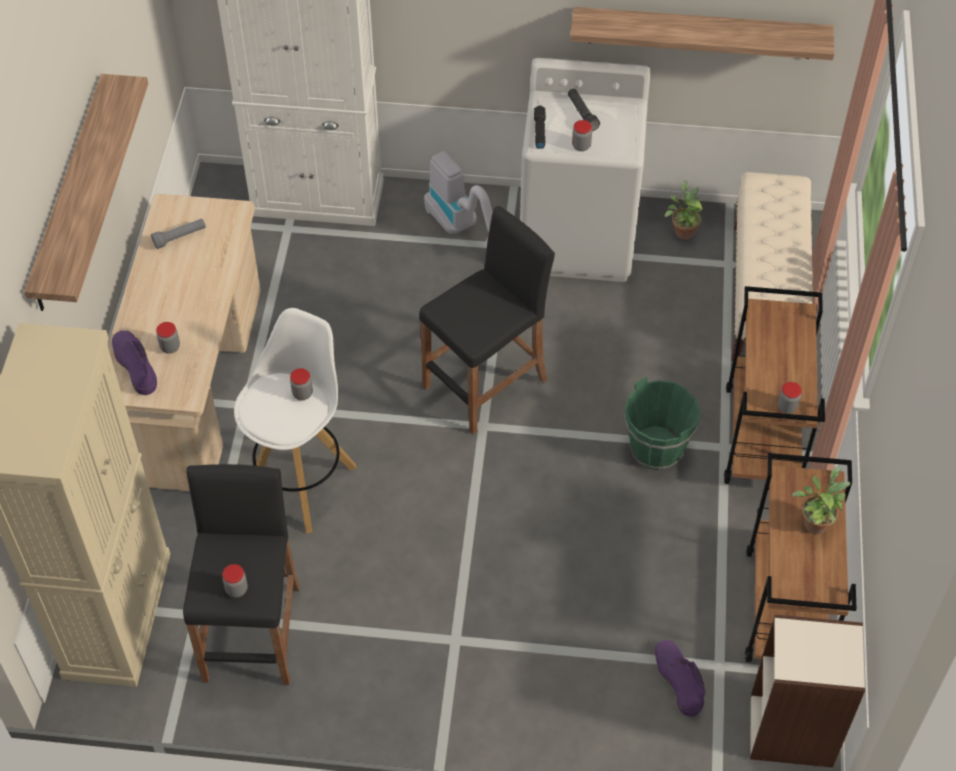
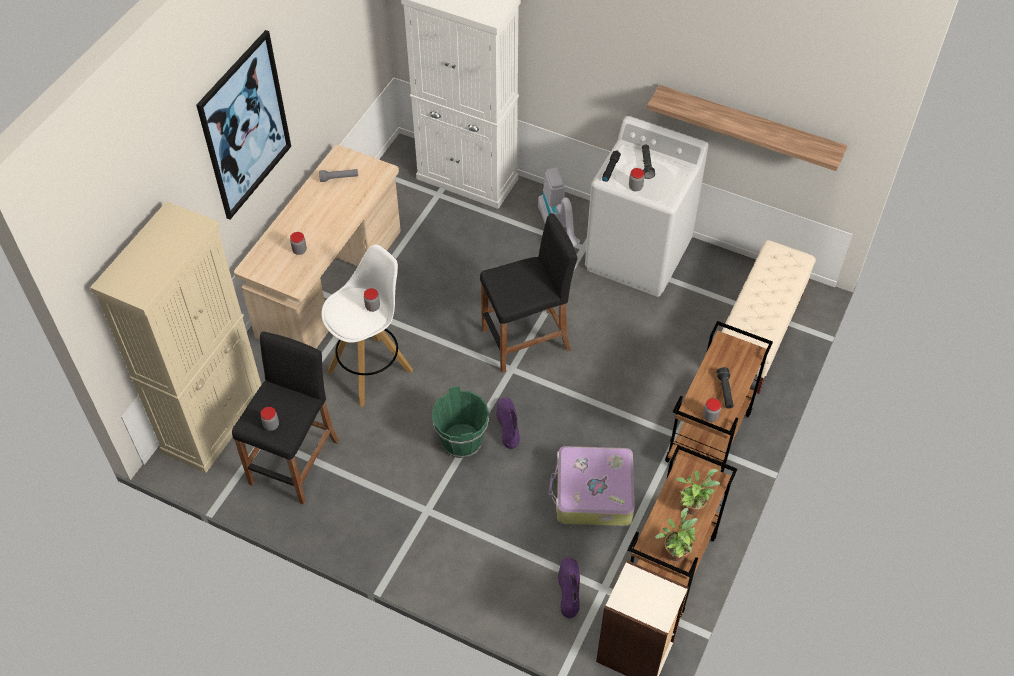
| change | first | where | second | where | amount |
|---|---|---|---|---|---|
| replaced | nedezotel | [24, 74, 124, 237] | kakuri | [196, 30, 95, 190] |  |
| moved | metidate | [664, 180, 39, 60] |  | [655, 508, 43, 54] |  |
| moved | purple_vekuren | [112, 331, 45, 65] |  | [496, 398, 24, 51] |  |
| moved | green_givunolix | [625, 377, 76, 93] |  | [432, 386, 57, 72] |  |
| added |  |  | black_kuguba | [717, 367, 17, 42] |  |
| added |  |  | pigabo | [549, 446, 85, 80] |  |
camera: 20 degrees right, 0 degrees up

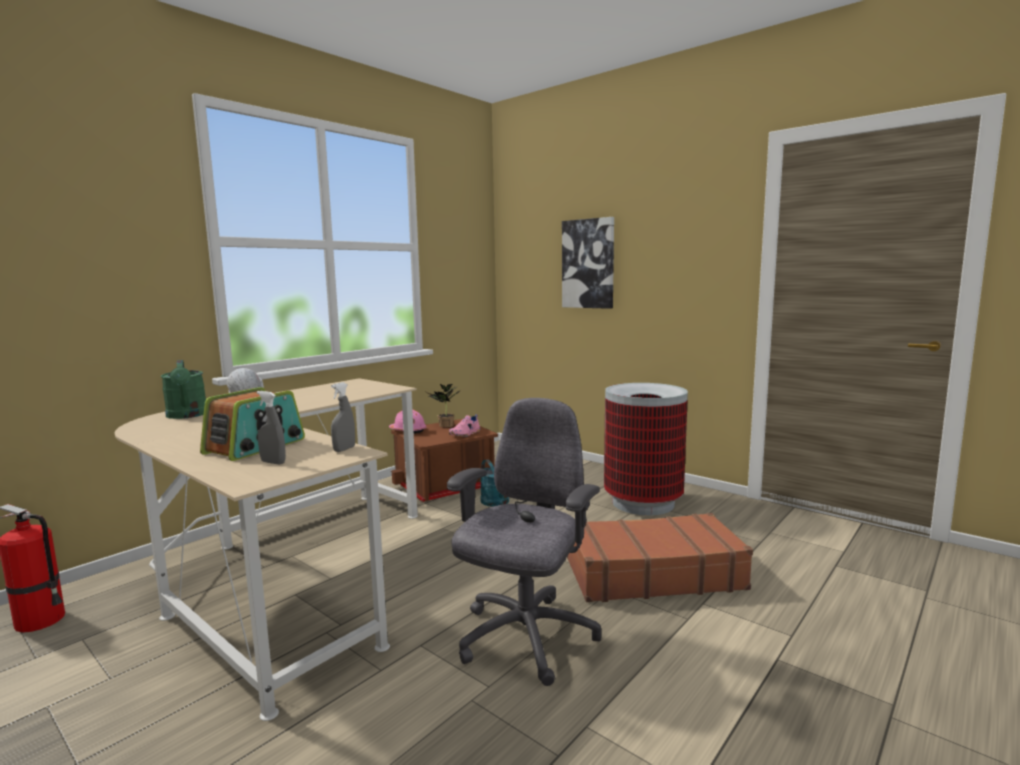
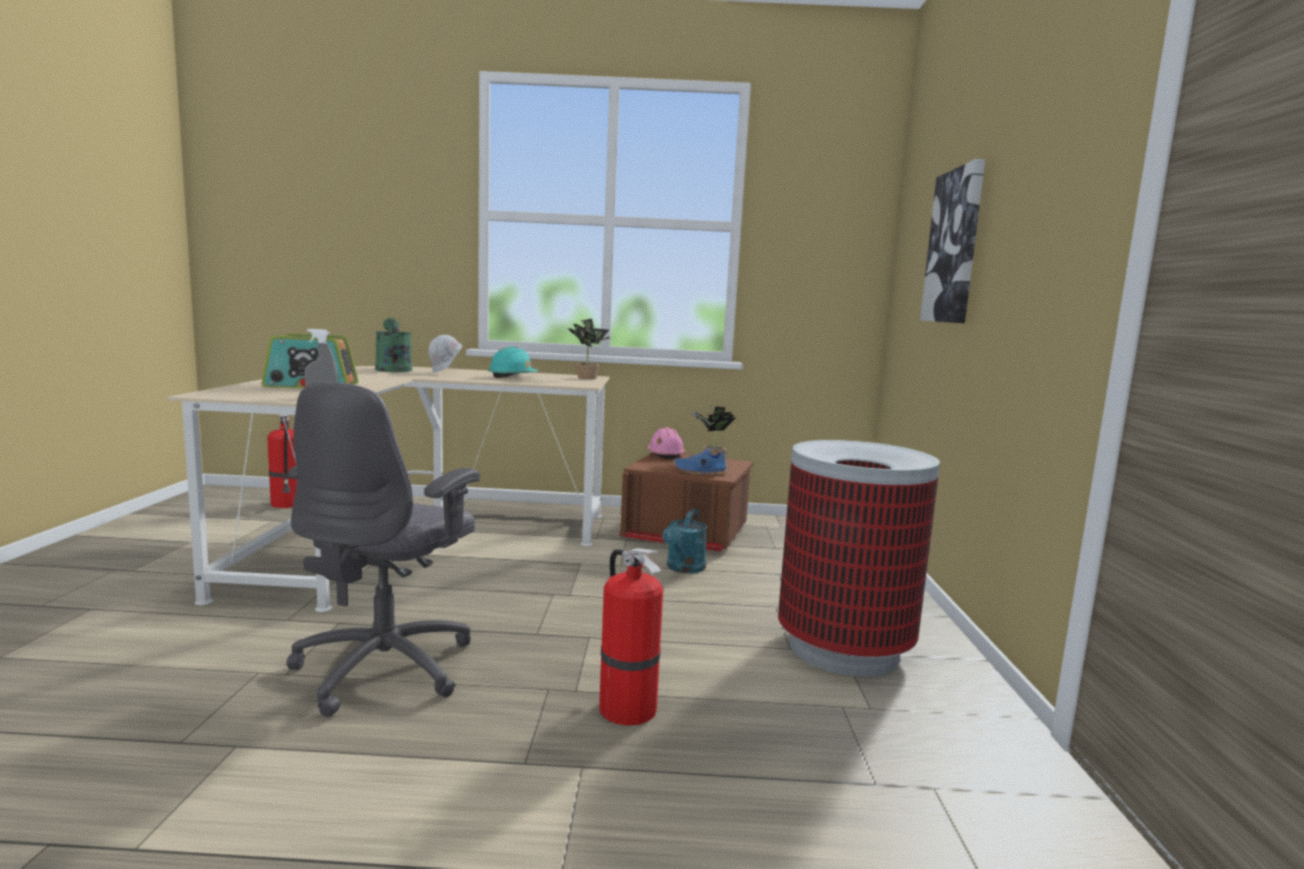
| change | first | where | second | where | amount |
|---|---|---|---|---|---|
| turned | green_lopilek | [161, 360, 45, 59] |  | [375, 318, 37, 54] | 135 degrees clockwise |
| removed | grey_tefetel | [257, 391, 29, 74] |  |  |  |
| turned | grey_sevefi | [447, 398, 154, 288] |  | [286, 382, 194, 335] | 120 degrees clockwise |
| recoloured | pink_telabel | [449, 414, 31, 23] | blue_telabel | [674, 448, 54, 27] |  |
| replaced | brown_pigabo | [567, 513, 186, 89] | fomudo | [599, 548, 64, 178] |  |
| added |  |  | metidate | [567, 319, 43, 60] |  |
| added |  |  | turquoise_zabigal | [488, 346, 50, 32] |  |
camera: 50 degrees right, 0 degrees up

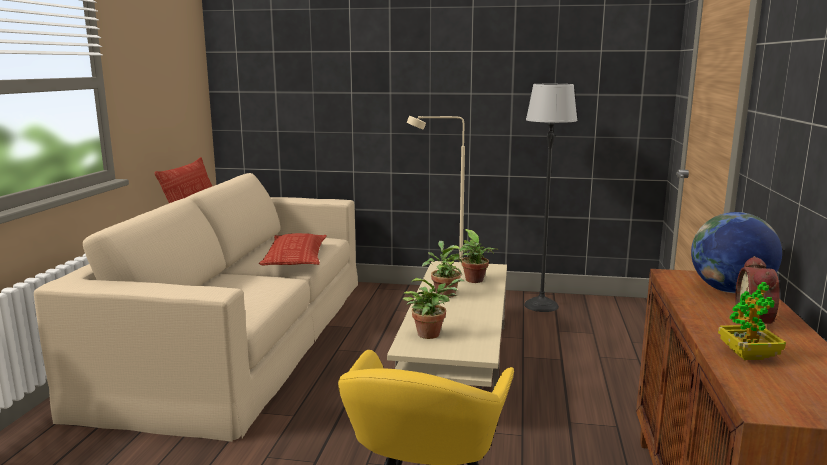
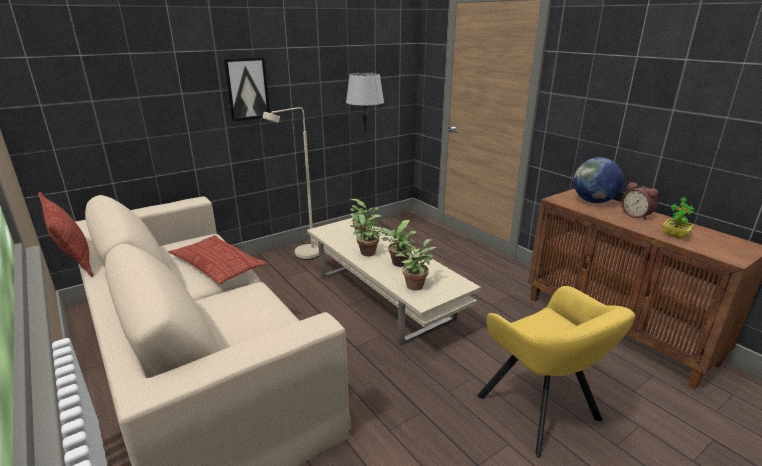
| change | first | where | second | where | amount |
|---|---|---|---|---|---|
| added |  |  | kakuri | [223, 57, 47, 64] |  |
| added |  |  | metidate | [378, 220, 39, 47] |  |
camera: 45 degrees left, 10 degrees up

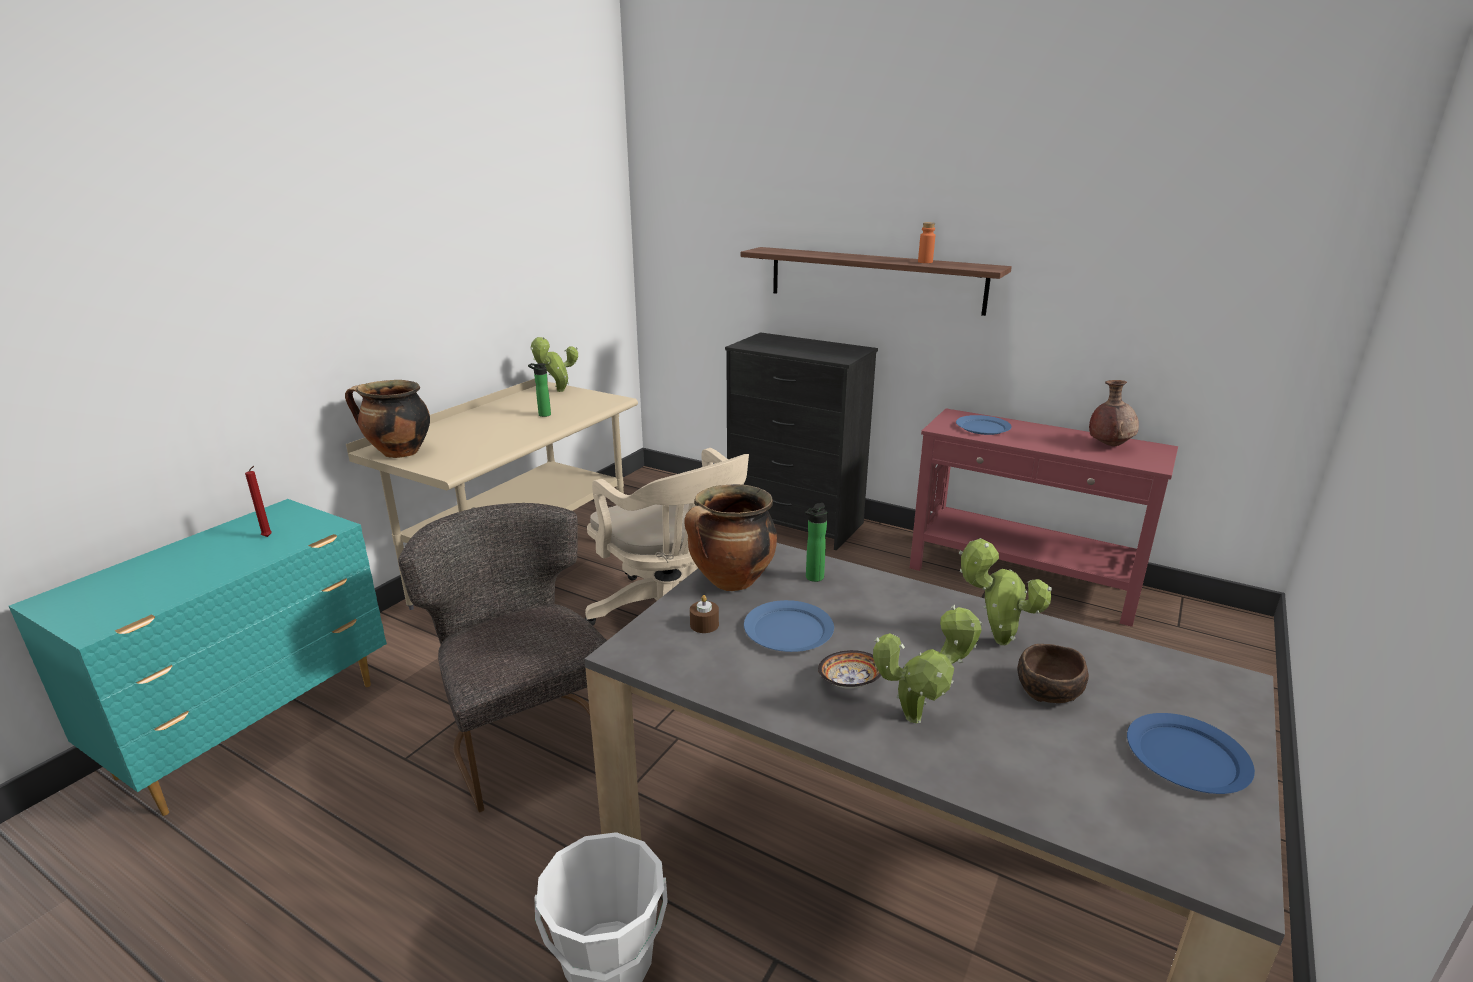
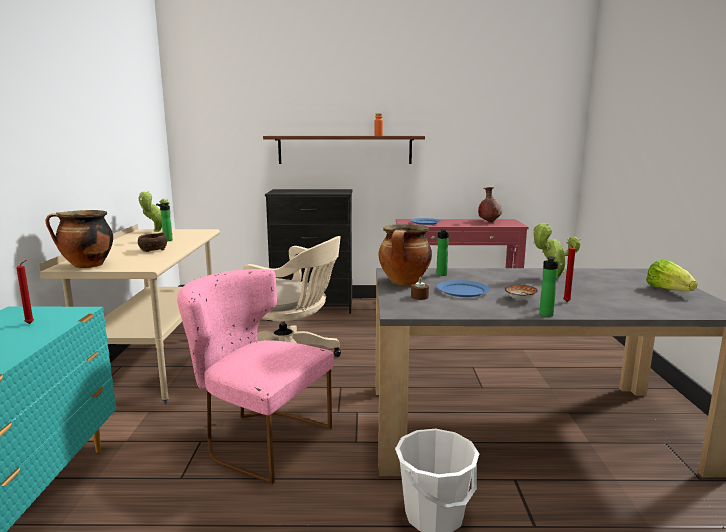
| change | first | where | second | where | amount |
|---|---|---|---|---|---|
| recoloured | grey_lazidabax | [398, 503, 209, 310] | pink_lazidabax | [177, 269, 157, 215] |  |
| replaced | metidate | [873, 605, 109, 118] | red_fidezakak | [563, 242, 12, 60] |  |
| moved | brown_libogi | [1017, 644, 72, 59] |  | [138, 232, 29, 20] |  |
| replaced | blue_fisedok | [1127, 713, 128, 81] | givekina | [646, 260, 51, 31] |  |
| added |  |  | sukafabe | [539, 256, 20, 61] |  |
camera: 30 degrees left, 10 degrees down

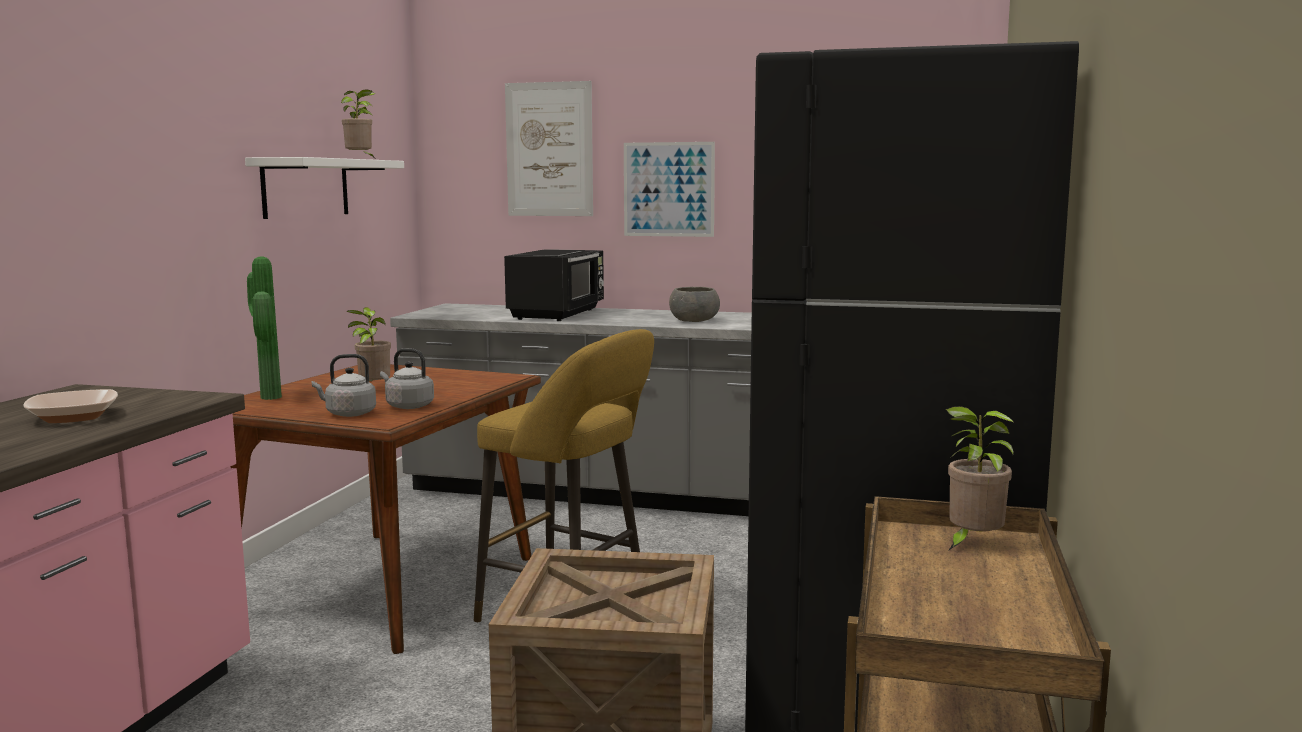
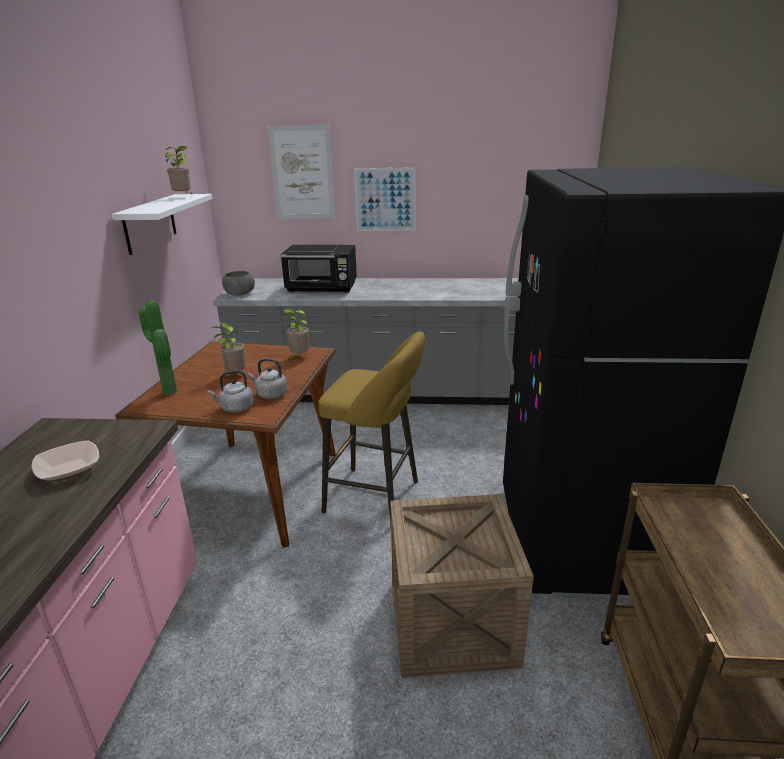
| change | first | where | second | where | amount |
|---|---|---|---|---|---|
| turned | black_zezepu | [504, 249, 100, 72] |  | [280, 245, 77, 48] | 90 degrees clockwise |
| moved | grey_libogi | [669, 287, 51, 35] |  | [222, 271, 33, 24] |  |
| moved | metidate | [946, 406, 68, 145] |  | [282, 309, 27, 52] |  |
camera: 10 degrees left, 15 degrees up

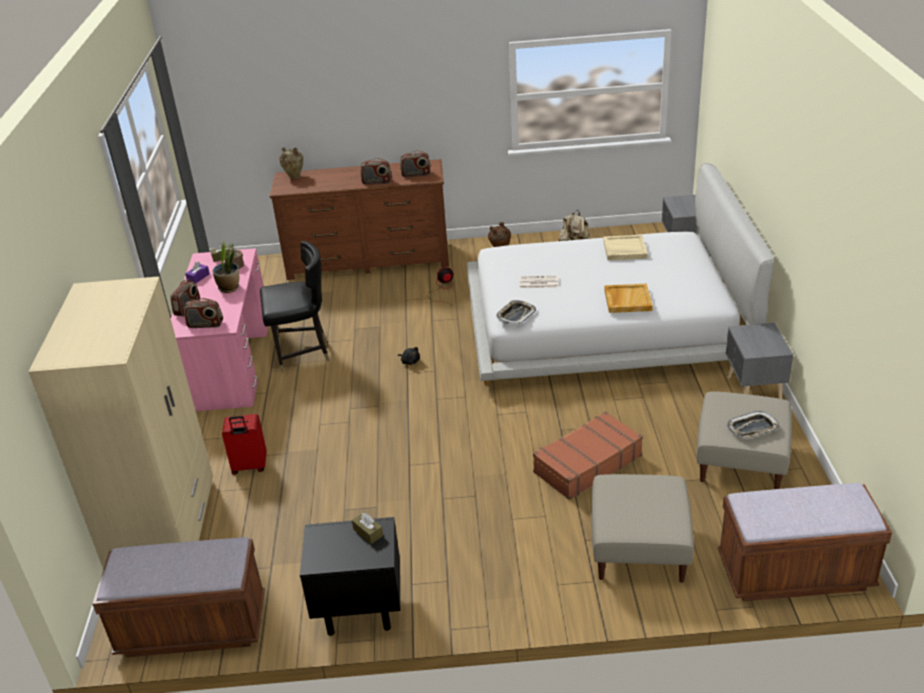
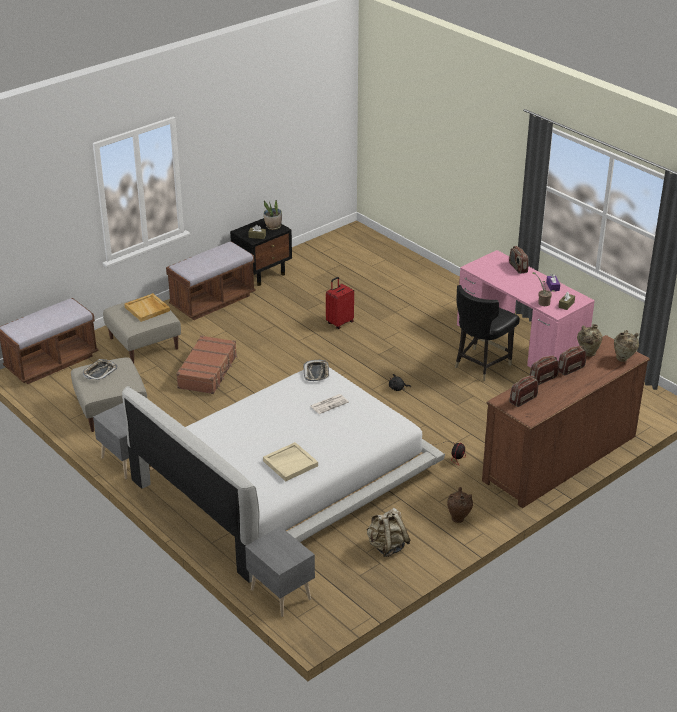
| change | first | where | second | where | amount |
|---|---|---|---|---|---|
| moved | metidate | [213, 242, 26, 51] |  | [263, 200, 19, 30] |  |
| removed | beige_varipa | [28, 277, 185, 292] |  |  |  |
| moved | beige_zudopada | [604, 284, 49, 29] |  | [124, 293, 46, 29] |  |
| moved | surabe | [184, 298, 39, 30] |  | [558, 346, 28, 29] |  |
| moved | red_pigabo | [222, 414, 45, 61] |  | [326, 277, 28, 52] |  |
| moved | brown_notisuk | [92, 537, 173, 120] |  | [166, 241, 90, 79] |  |
| added |  |  | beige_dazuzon | [577, 324, 25, 32] |  |
camera: 140 degrees right, 0 degrees up

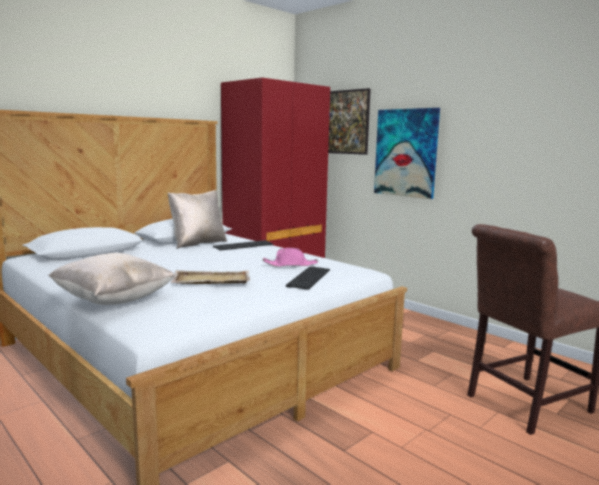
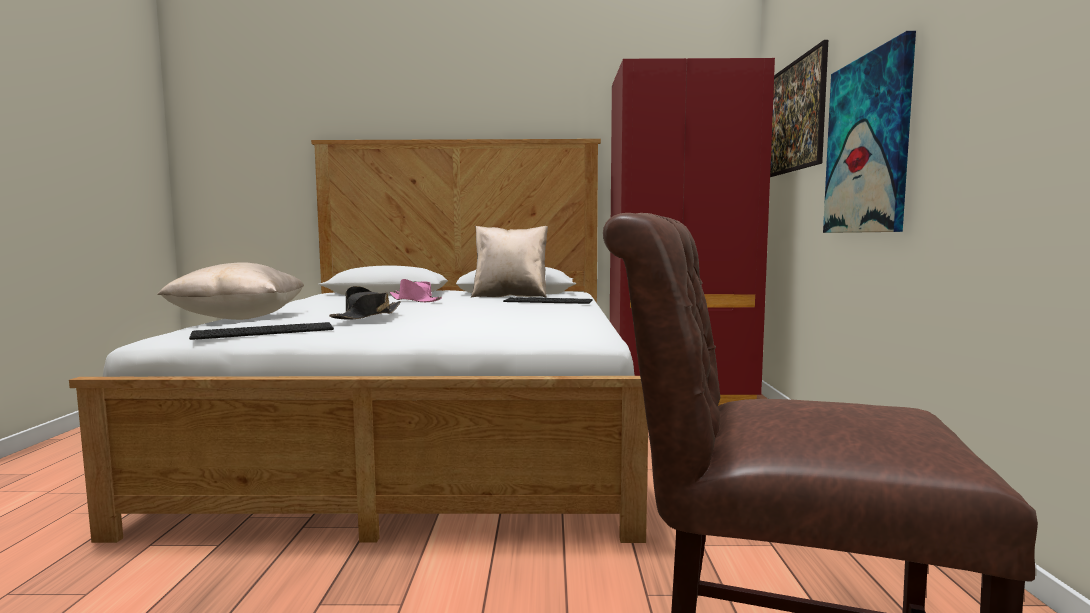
| change | first | where | second | where | amount |
|---|---|---|---|---|---|
| moved | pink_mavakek | [263, 248, 55, 19] |  | [389, 279, 53, 23] |  |
| moved | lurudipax | [286, 266, 44, 24] |  | [189, 322, 145, 18] |  |
| replaced | beige_zudopada | [171, 270, 79, 14] | black_mavakek | [329, 286, 72, 34] |  |
camera: 45 degrees right, 5 degrees down

